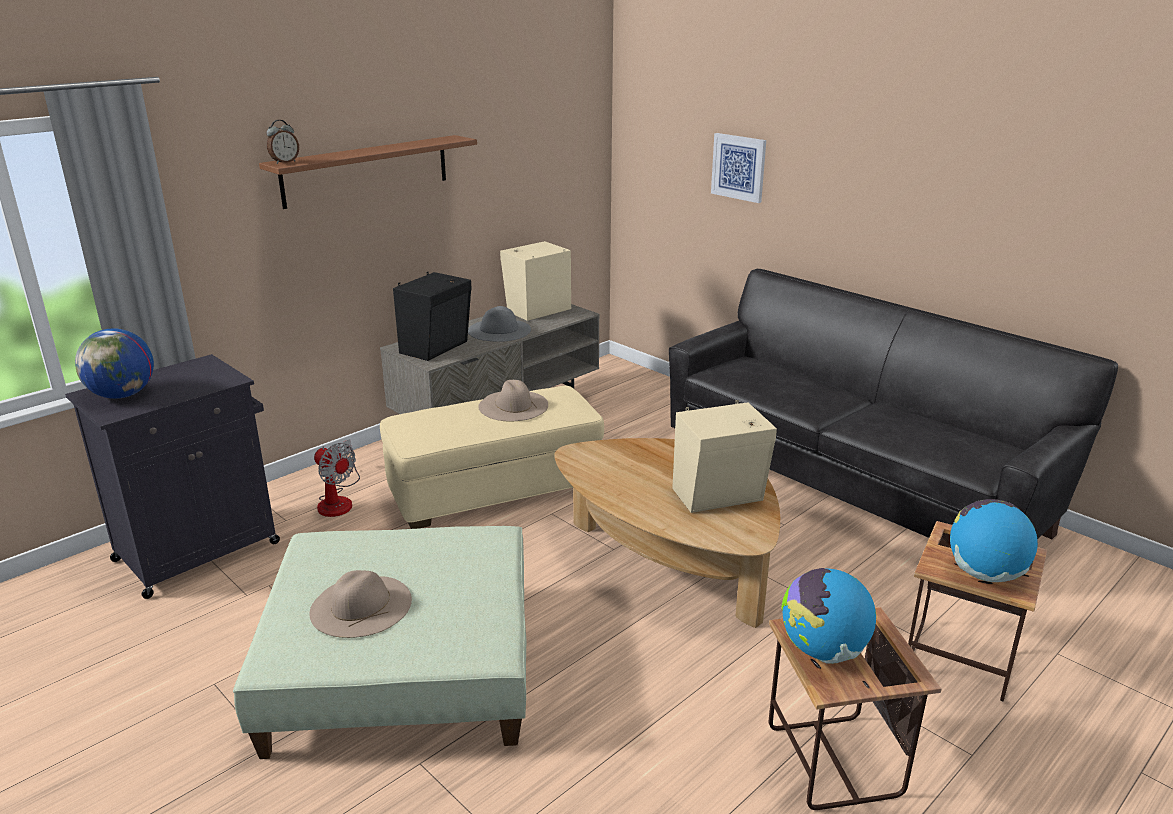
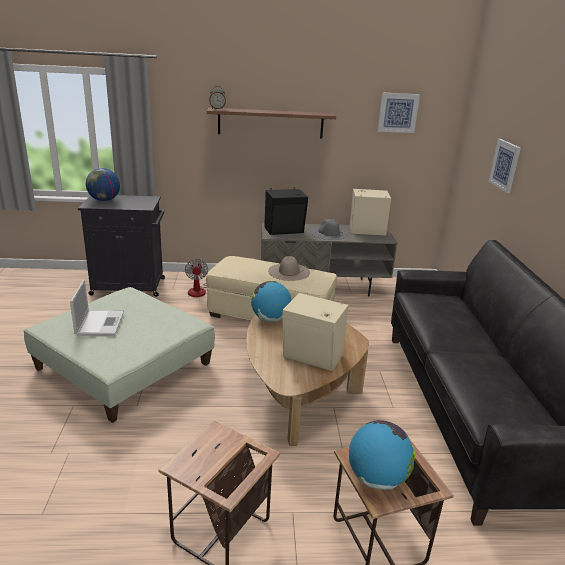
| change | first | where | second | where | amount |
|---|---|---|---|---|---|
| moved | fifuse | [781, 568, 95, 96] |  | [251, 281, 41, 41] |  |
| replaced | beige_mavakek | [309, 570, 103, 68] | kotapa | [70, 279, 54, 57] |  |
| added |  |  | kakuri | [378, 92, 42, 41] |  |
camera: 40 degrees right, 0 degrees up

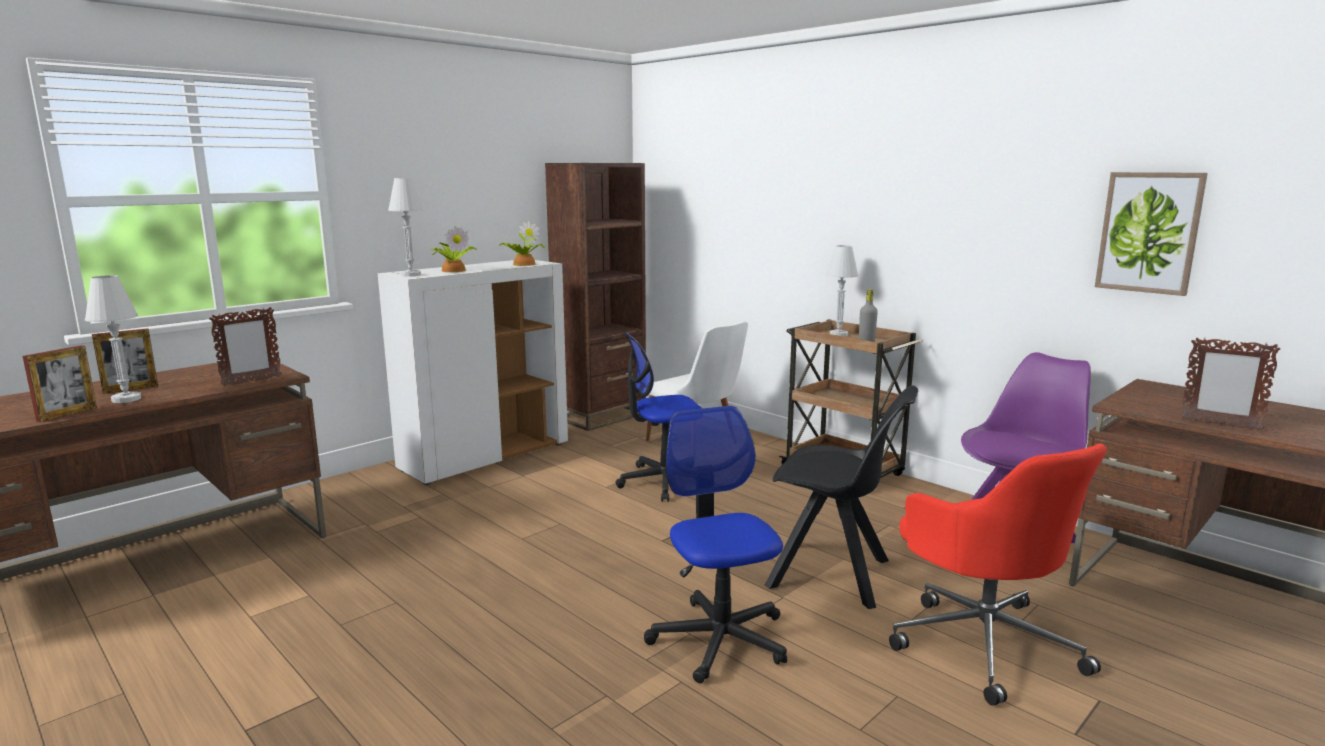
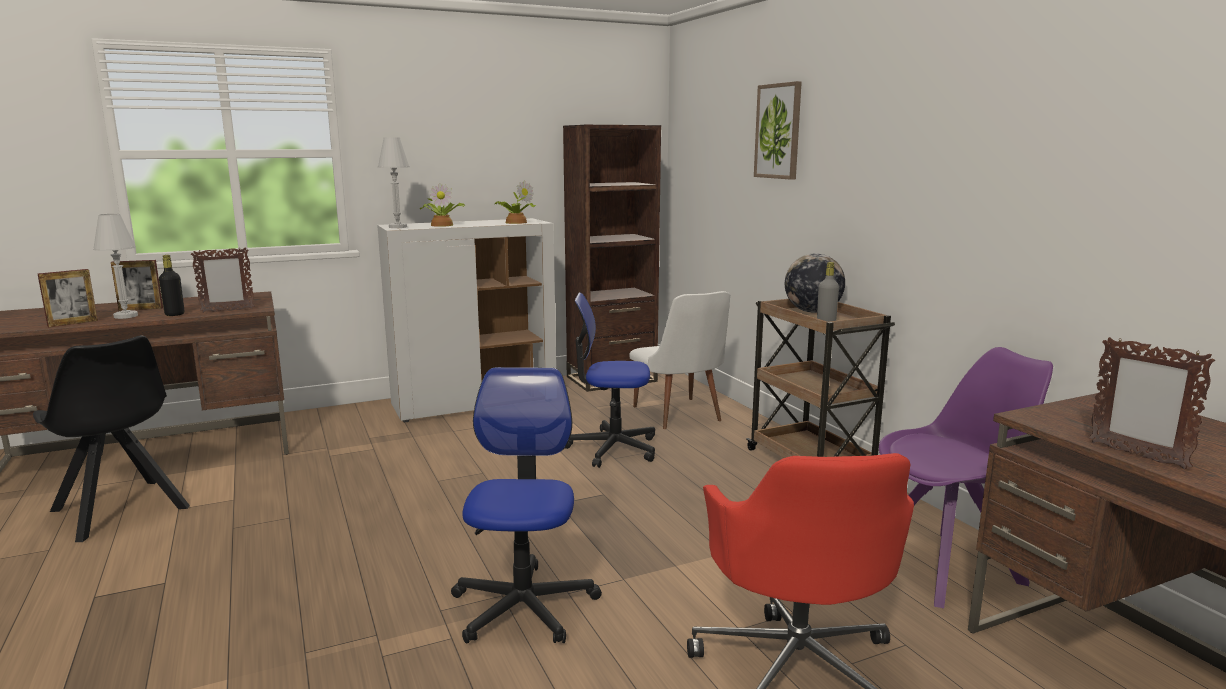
| change | first | where | second | where | amount |
|---|---|---|---|---|---|
| moved | kakuri | [1095, 172, 113, 124] |  | [754, 81, 48, 99] |  |
| replaced | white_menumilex | [826, 245, 32, 92] | fifuse | [785, 253, 60, 60] |  |
| moved | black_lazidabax | [765, 385, 153, 224] |  | [33, 335, 157, 207] |  |
| added |  |  | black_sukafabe | [159, 255, 26, 61] |  |
camera: 20 degrees right, 0 degrees up

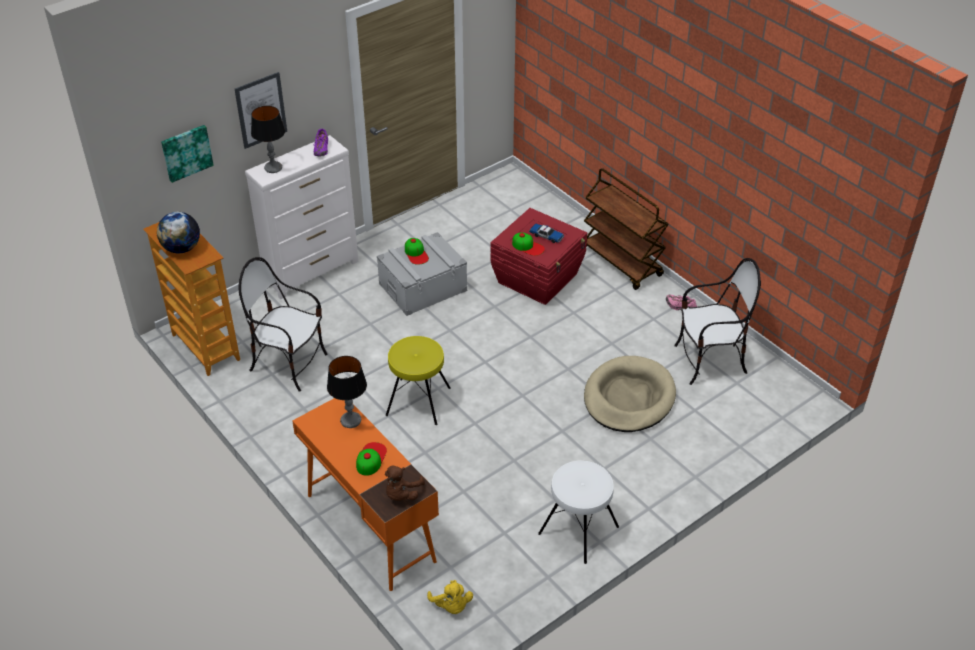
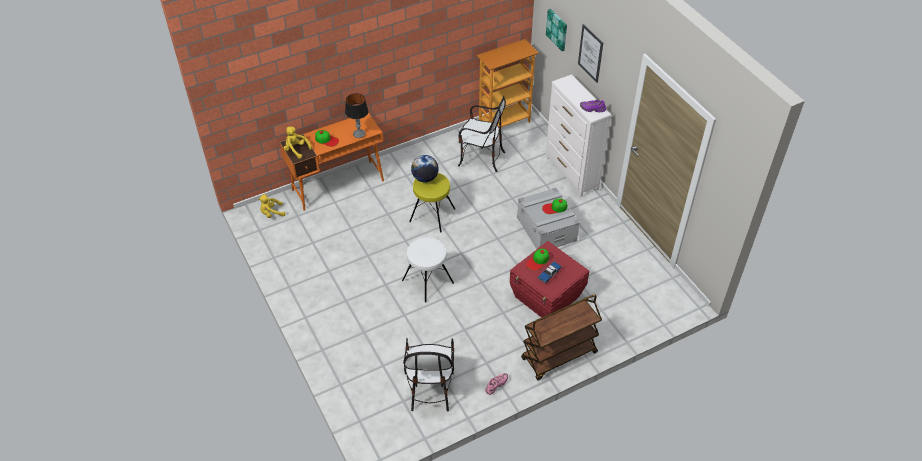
| change | first | where | second | where | amount |
|---|---|---|---|---|---|
| removed | menumilex | [251, 106, 34, 67] |  |  |  |
| moved | fifuse | [157, 212, 43, 41] |  | [411, 155, 28, 28] |  |
| turned | lazidabax | [239, 257, 89, 135] |  | [458, 96, 48, 76] | 75 degrees clockwise |
| removed | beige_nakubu | [584, 356, 92, 76] |  |  |  |
| moved | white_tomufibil | [538, 461, 81, 103] |  | [402, 237, 52, 66] |  |
| recoloured | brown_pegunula | [385, 466, 40, 35] | yellow_pegunula | [284, 126, 28, 33] |  |
camera: 100 degrees right, 5 degrees up

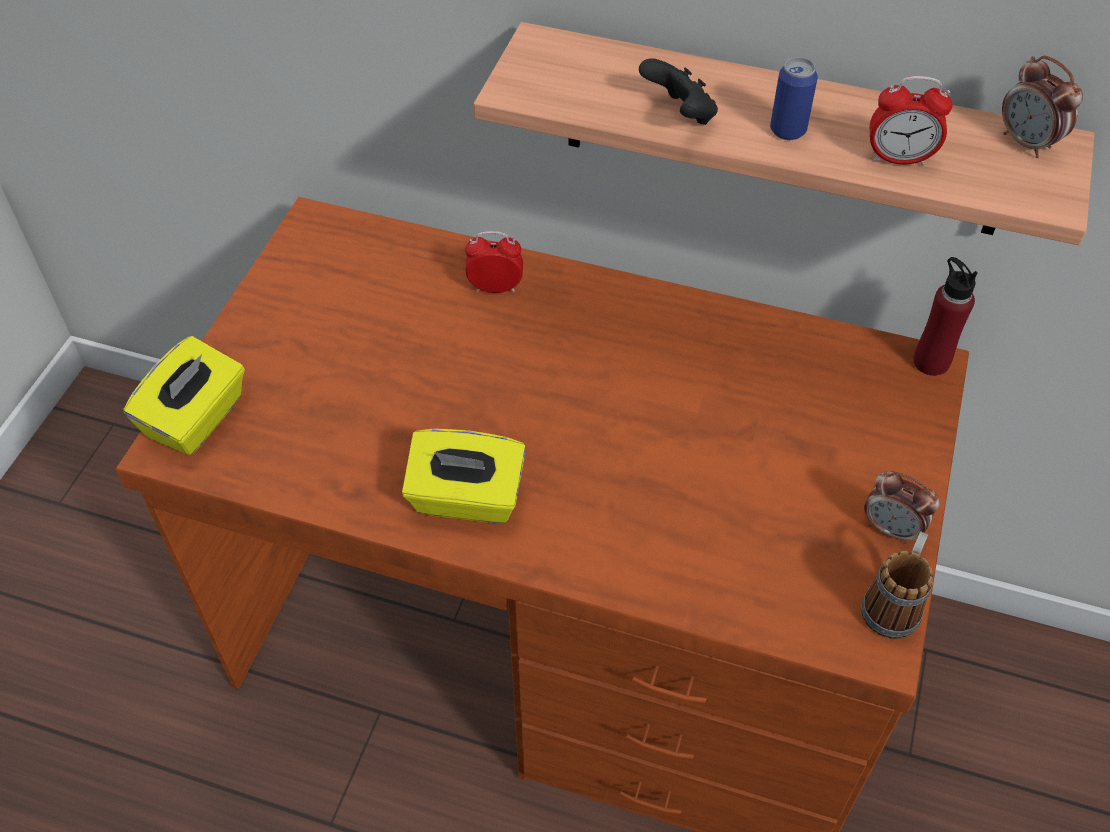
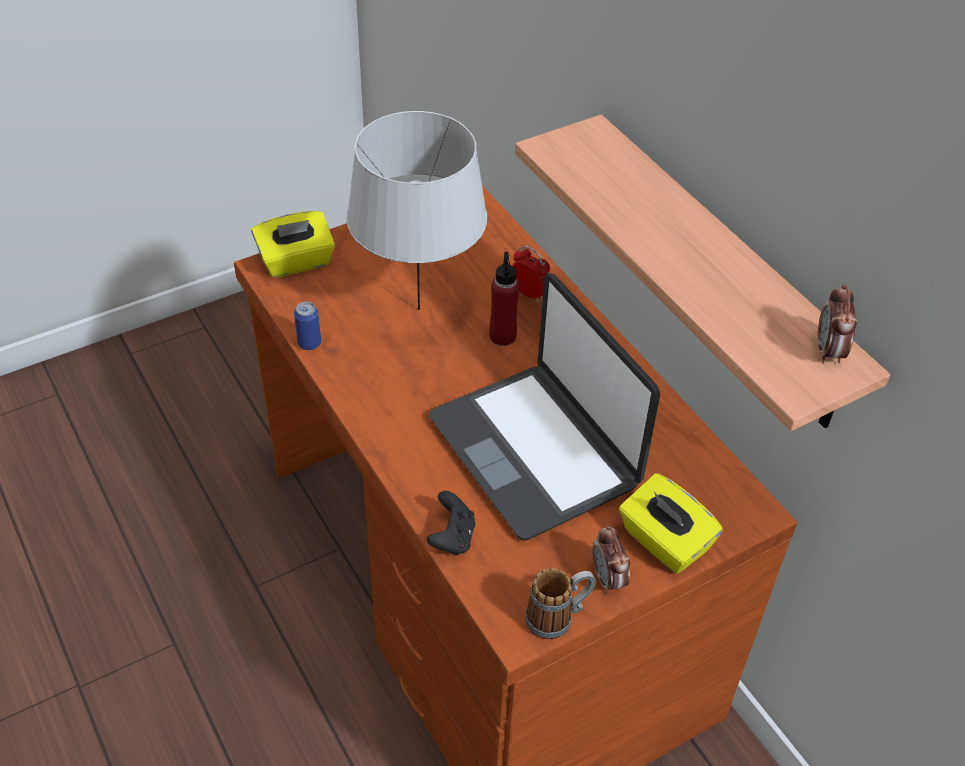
| change | first | where | second | where | amount |
|---|---|---|---|---|---|
| moved | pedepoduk | [770, 57, 48, 83] |  | [294, 302, 27, 48] |  |
| moved | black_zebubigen | [639, 58, 79, 67] |  | [427, 491, 48, 64] |  |
| removed | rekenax | [870, 76, 83, 90] |  |  |  |
| moved | red_sukafabe | [913, 257, 65, 119] |  | [489, 252, 31, 94] |  |
| moved | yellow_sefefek | [402, 429, 124, 94] |  | [619, 473, 104, 101] |  |
| added |  |  | grey_menumilex | [346, 111, 141, 199] |  |
| added |  |  | kotapa | [429, 273, 231, 268] |  |
camera: 40 degrees right, 5 degrees down

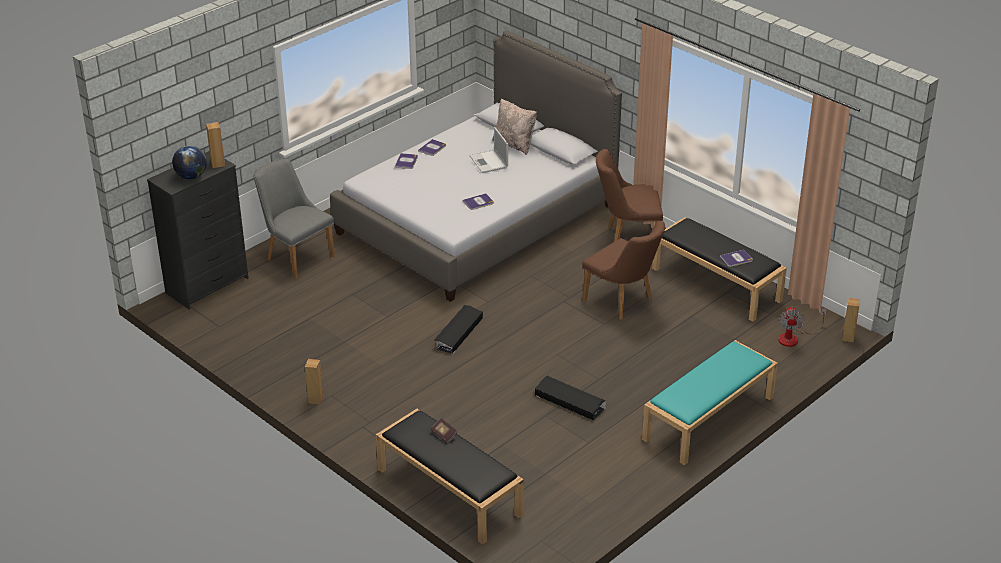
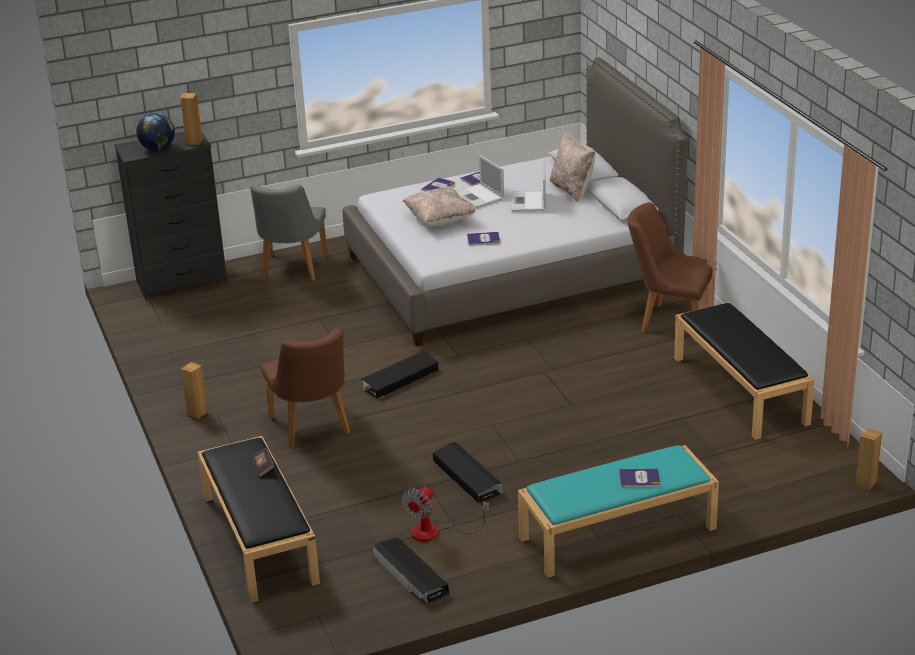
| change | first | where | second | where | amount |
|---|---|---|---|---|---|
| turned | grey_lazidabax | [253, 159, 82, 120] |  | [250, 184, 77, 97] | 150 degrees counterclockwise |
| moved | brown_lazidabax | [582, 221, 83, 99] |  | [261, 329, 89, 119] |  |
| moved | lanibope | [720, 250, 33, 17] |  | [619, 468, 41, 20] |  |
| moved | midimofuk | [778, 307, 49, 40] |  | [402, 486, 88, 56] |  |
| added |  |  | kotapa | [456, 155, 48, 53] |  |
| added |  |  | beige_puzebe | [403, 186, 73, 40] |  |
| added |  |  | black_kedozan | [373, 537, 76, 67] |  |
camera: 25 degrees right, 5 degrees down

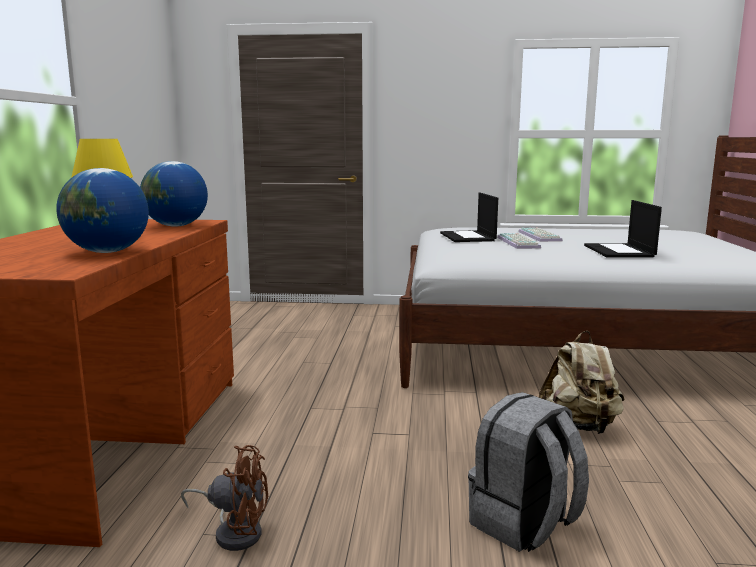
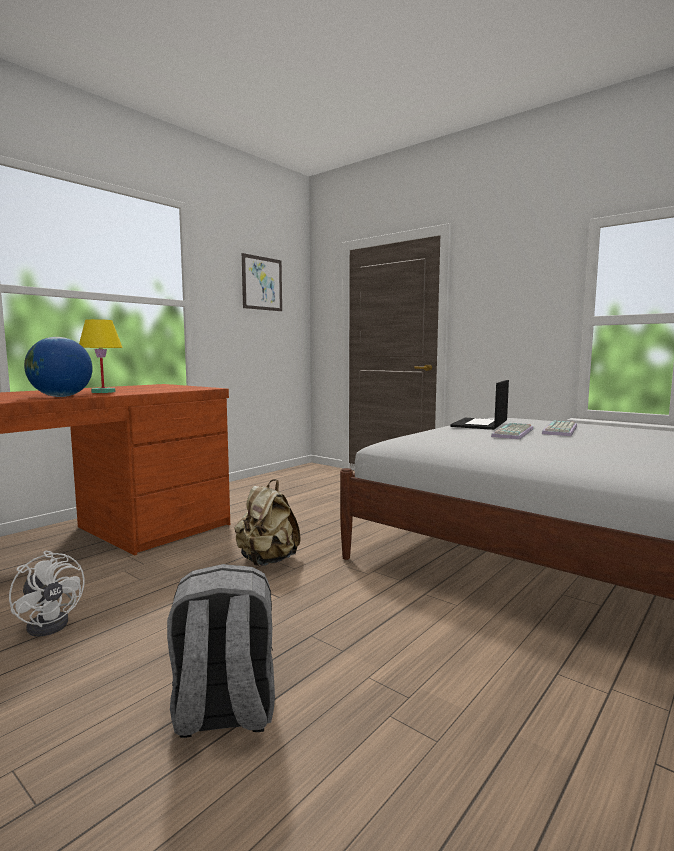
| change | first | where | second | where | amount |
|---|---|---|---|---|---|
| removed | fifuse | [140, 161, 68, 66] |  |  |  |
| removed | kotapa | [584, 200, 78, 58] |  |  |  |
| moved | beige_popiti | [539, 331, 86, 103] |  | [235, 479, 65, 87] |  |
| recoloured | brown_midimofuk | [181, 445, 87, 106] | white_midimofuk | [9, 551, 76, 86] |  |
| added |  |  | kakuri | [242, 253, 40, 58] |  |
camera: 35 degrees right, 5 degrees down

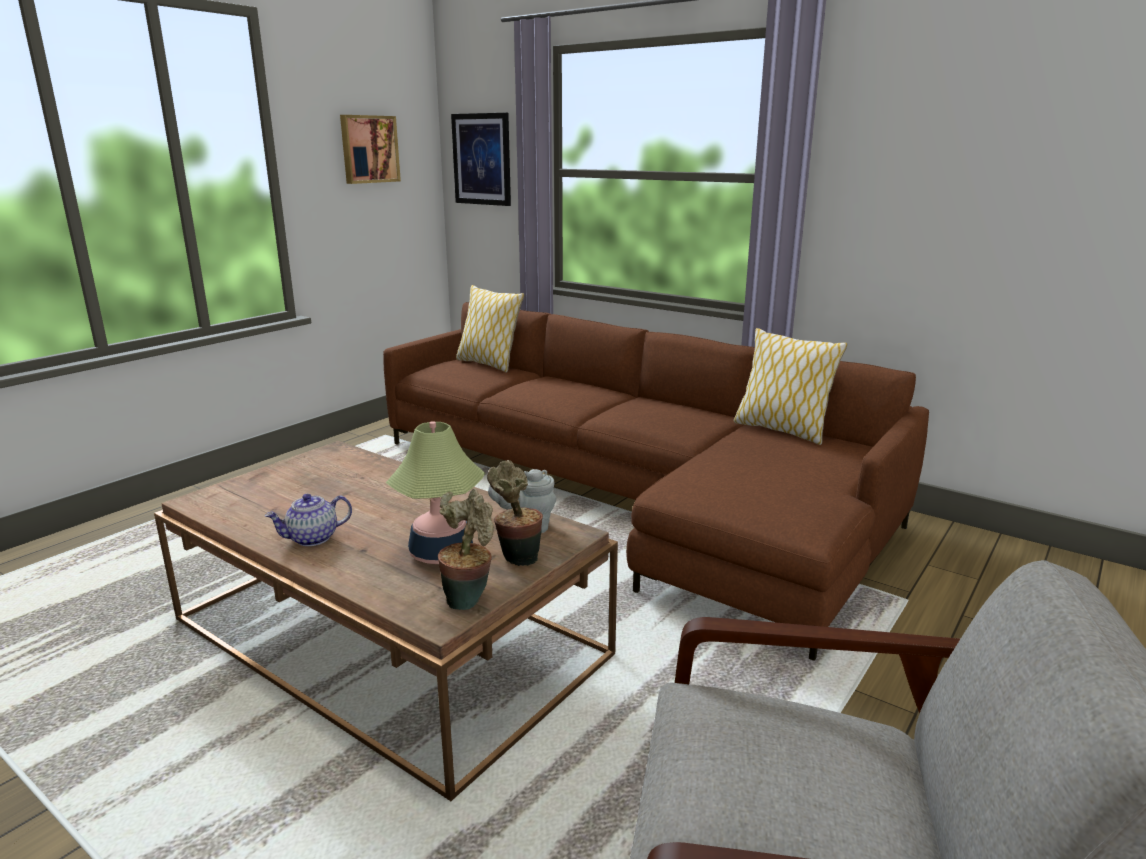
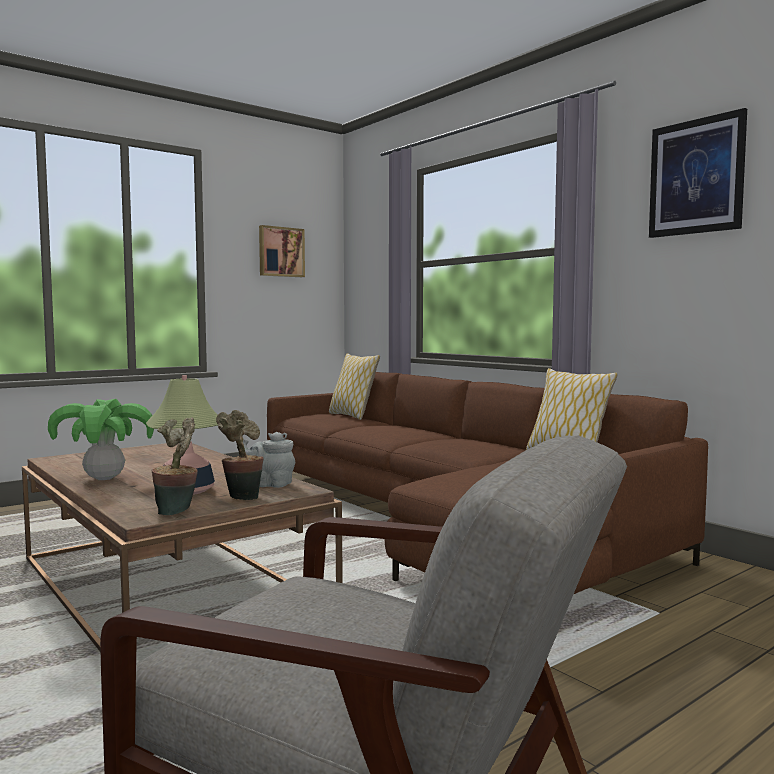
| change | first | where | second | where | amount |
|---|---|---|---|---|---|
| moved | kakuri | [451, 113, 60, 93] |  | [649, 108, 98, 130] |  |
| replaced | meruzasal | [265, 494, 87, 52] | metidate | [48, 399, 106, 81] |  |
camera: 15 degrees right, 15 degrees down

